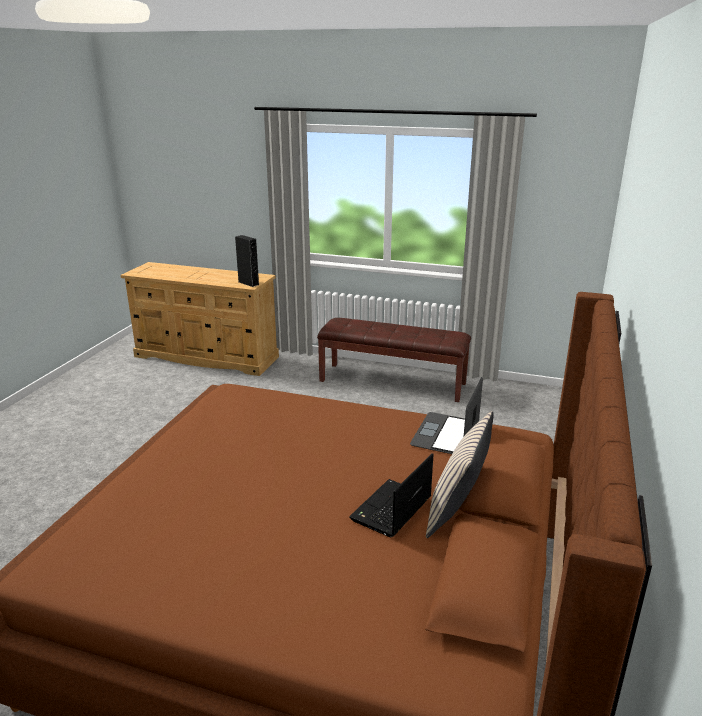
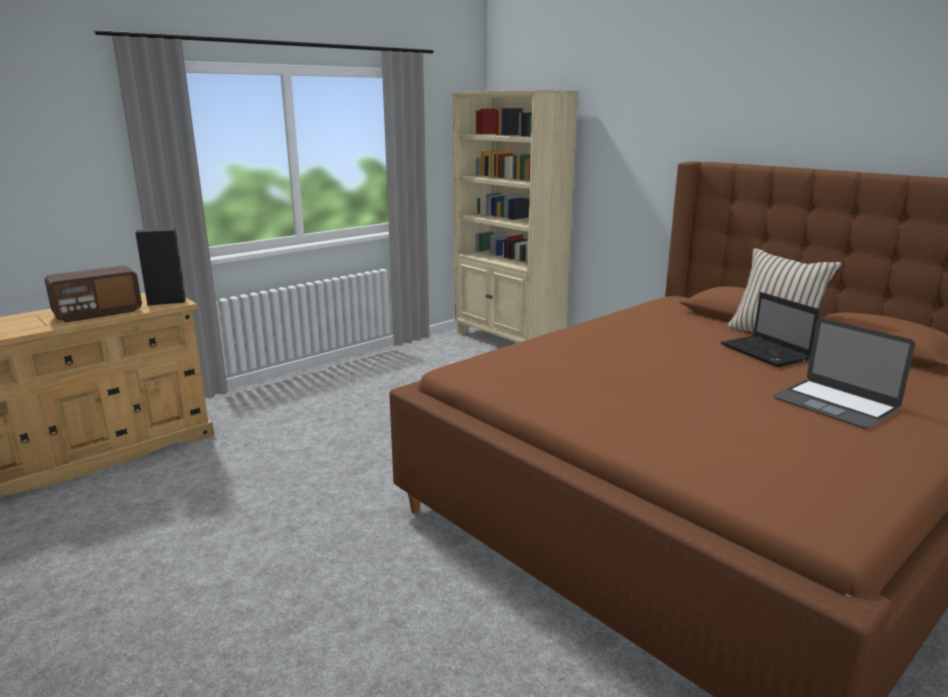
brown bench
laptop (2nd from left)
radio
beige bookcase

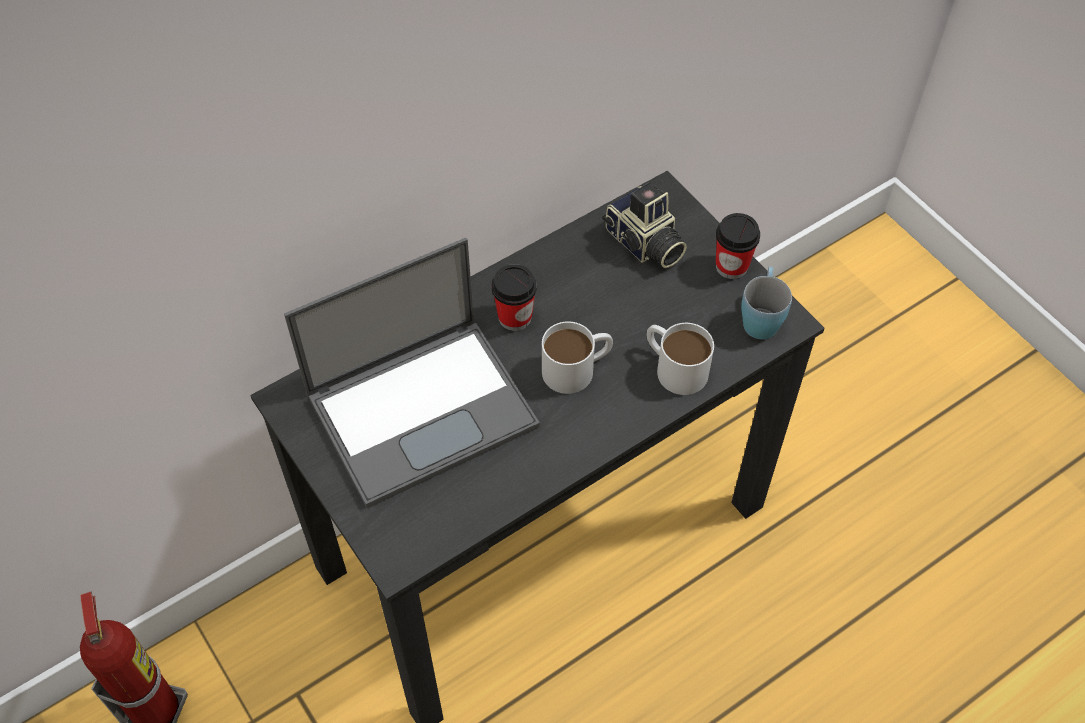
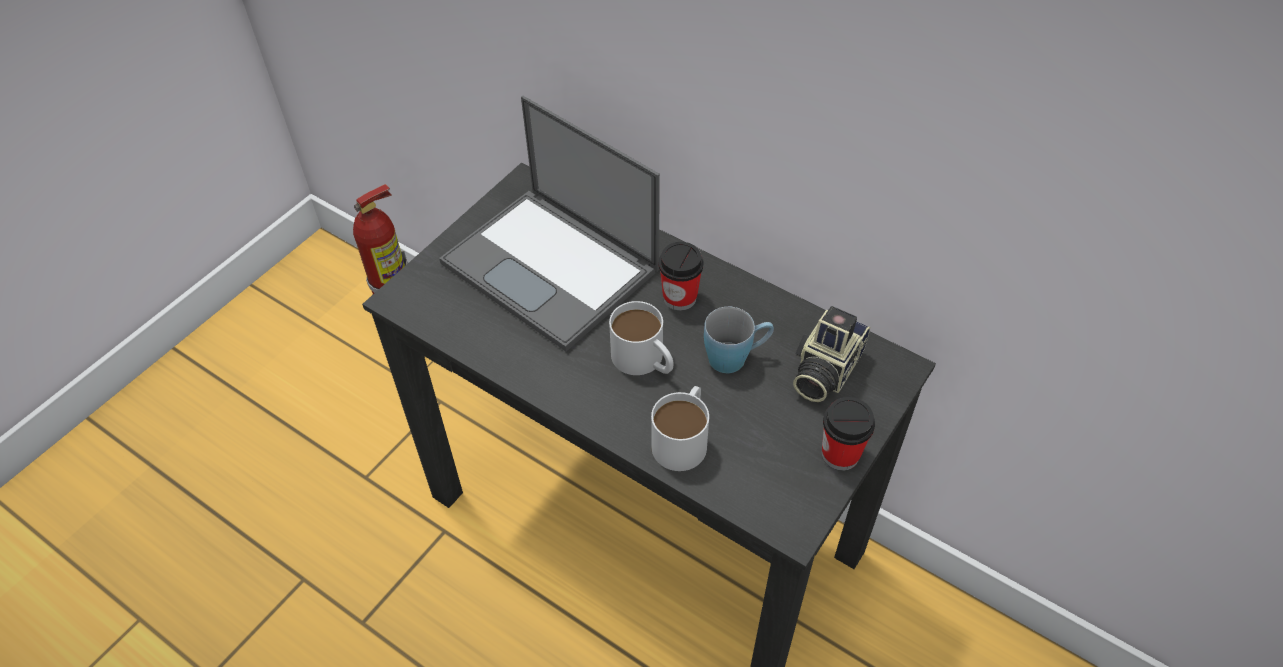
blue mug

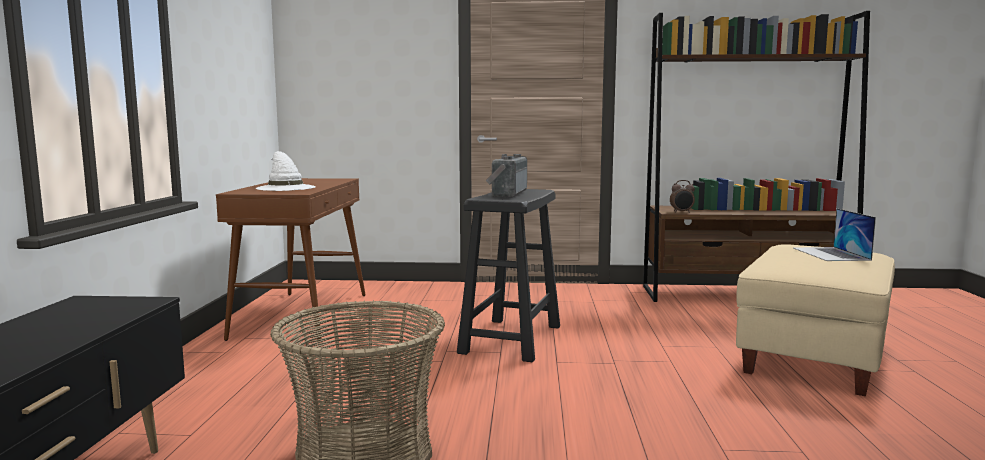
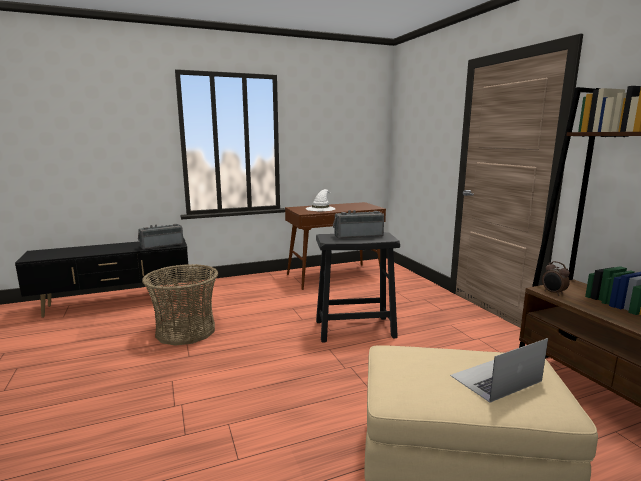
radio (1st from left)

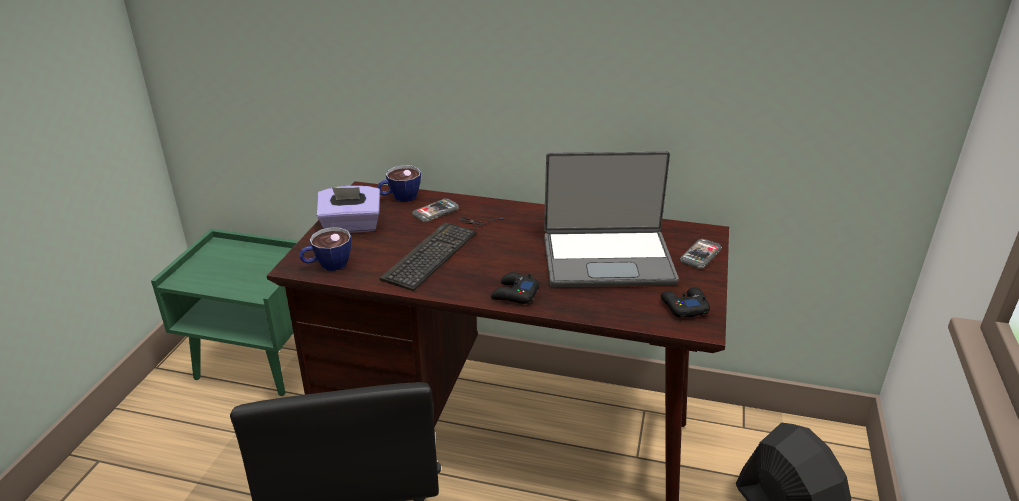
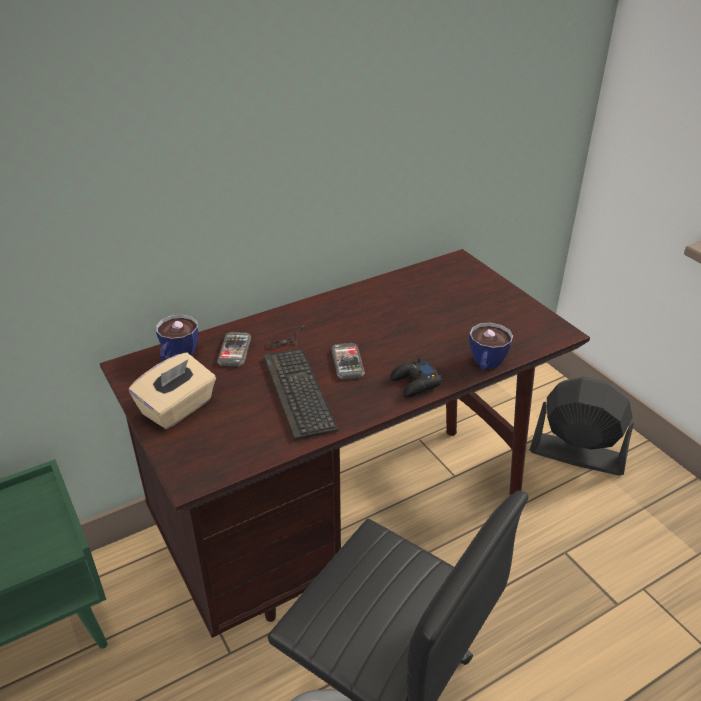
cup (2nd from left)
beige tissue box
laptop
black game controller (2nd from left in the first image)
phone (2nd from left)

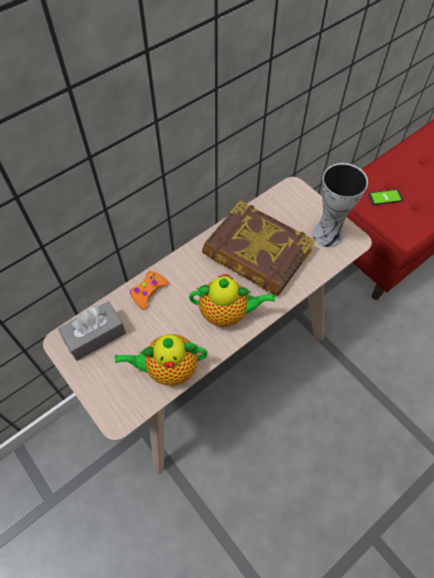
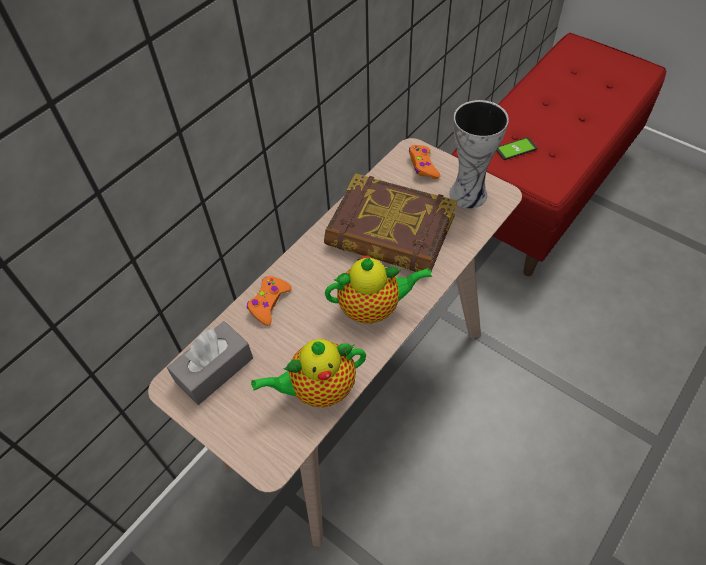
orange game controller (2nd from left)

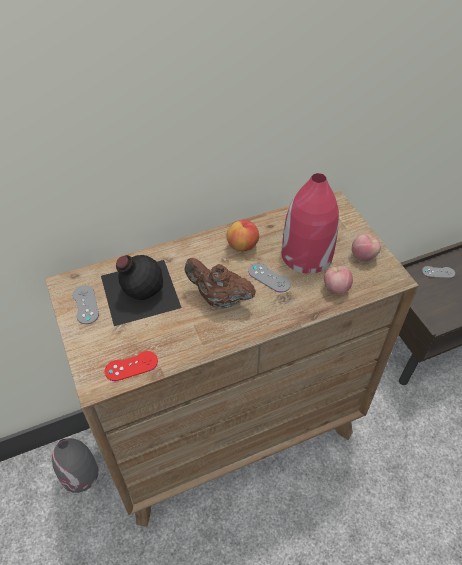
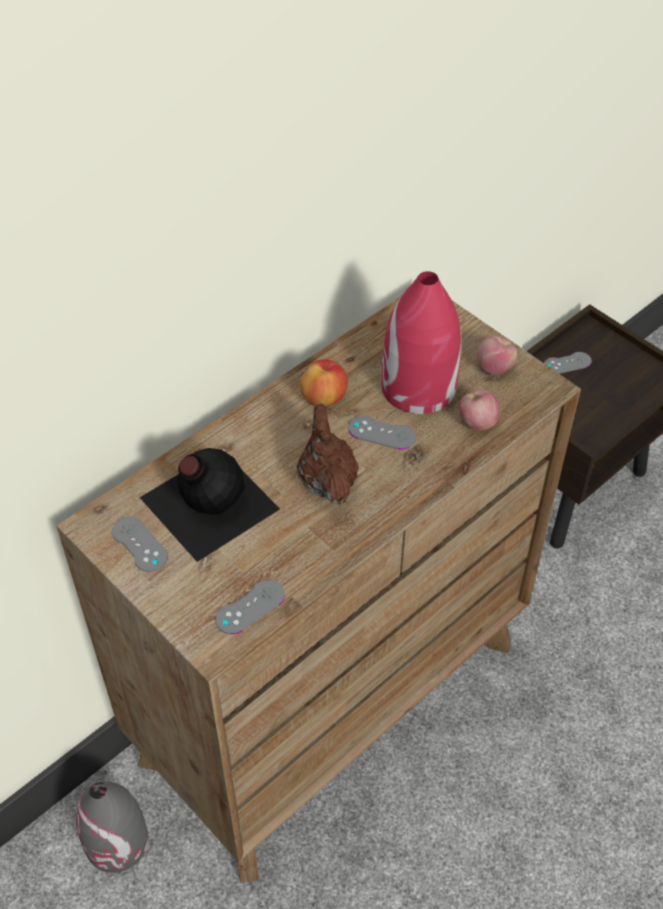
grey game controller (2nd from left)
brown teapot

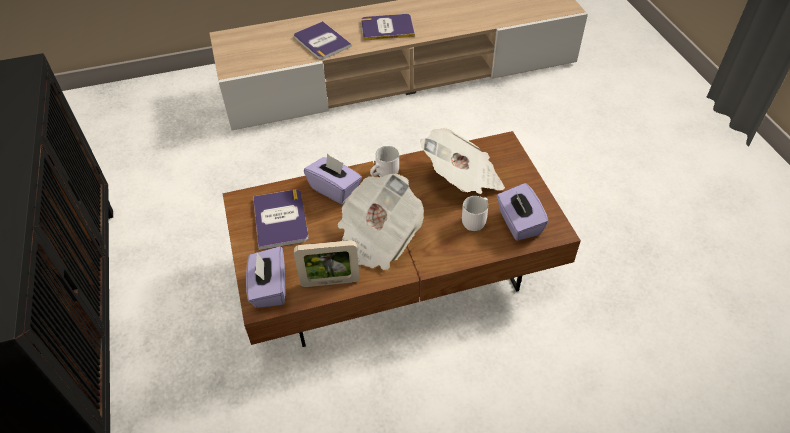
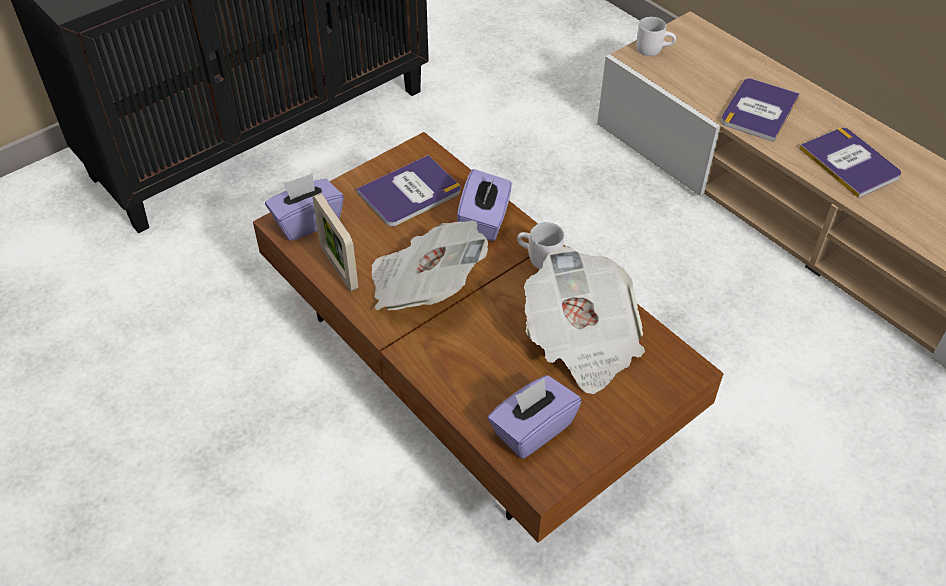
white mug (2nd from left)

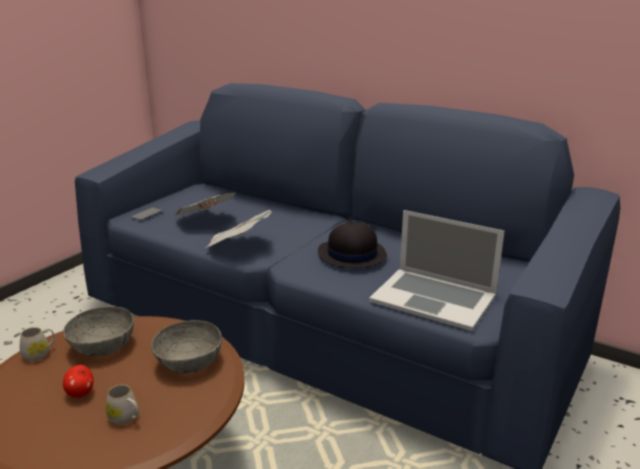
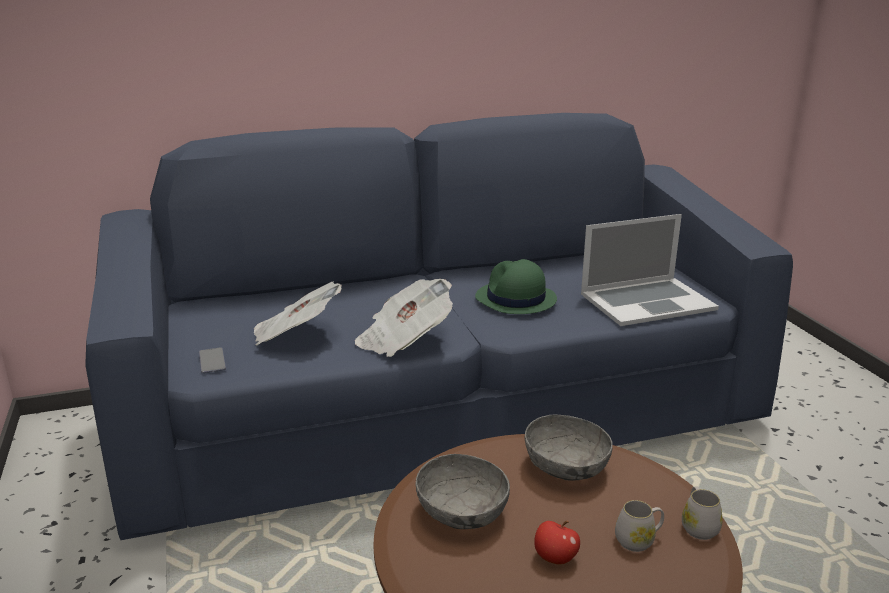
white mug (2nd from left)
green hat

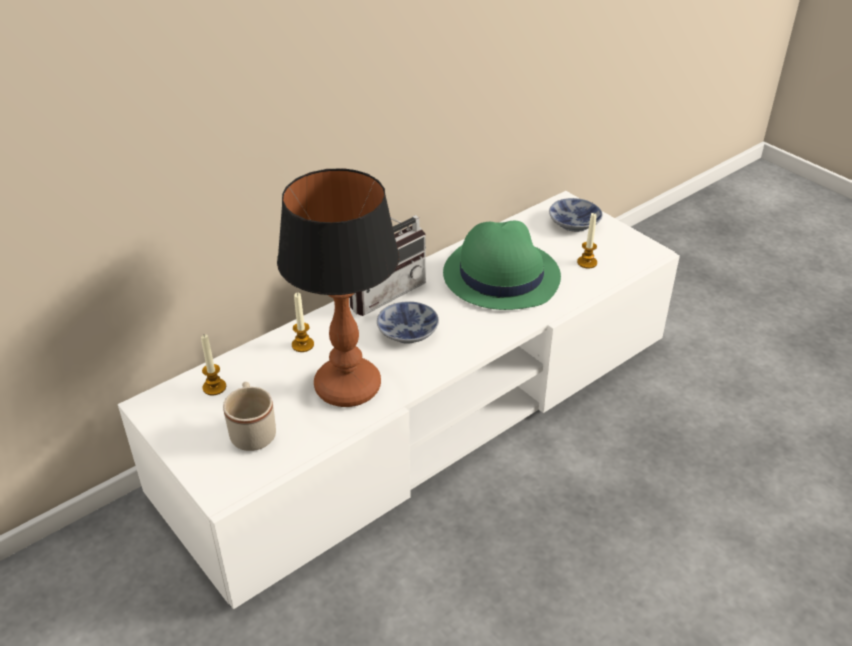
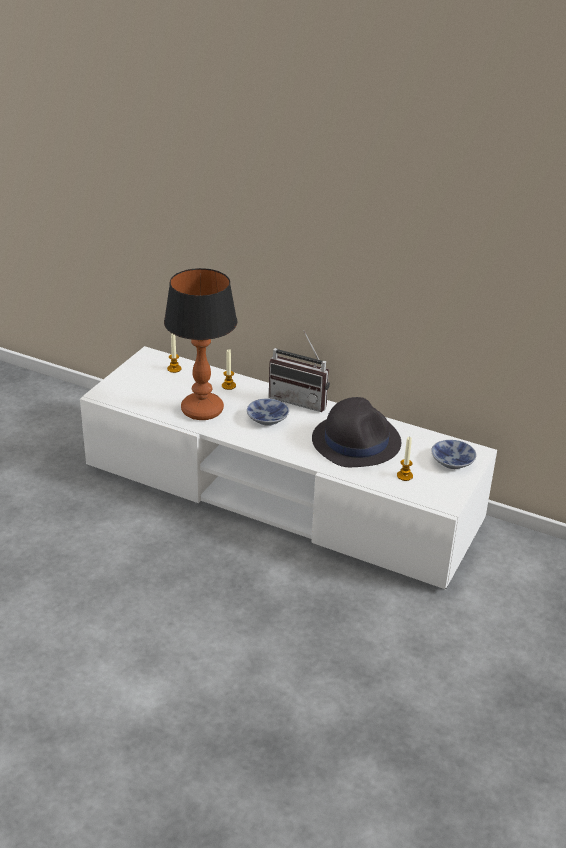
beige mug
black hat

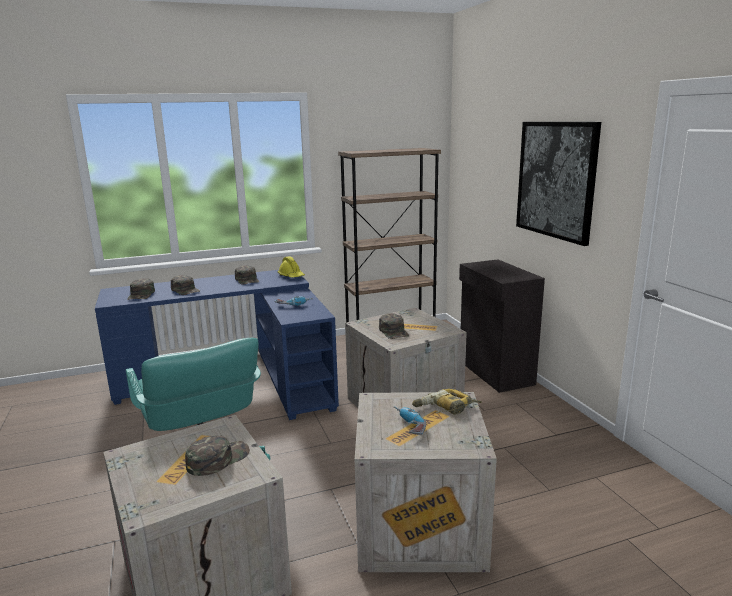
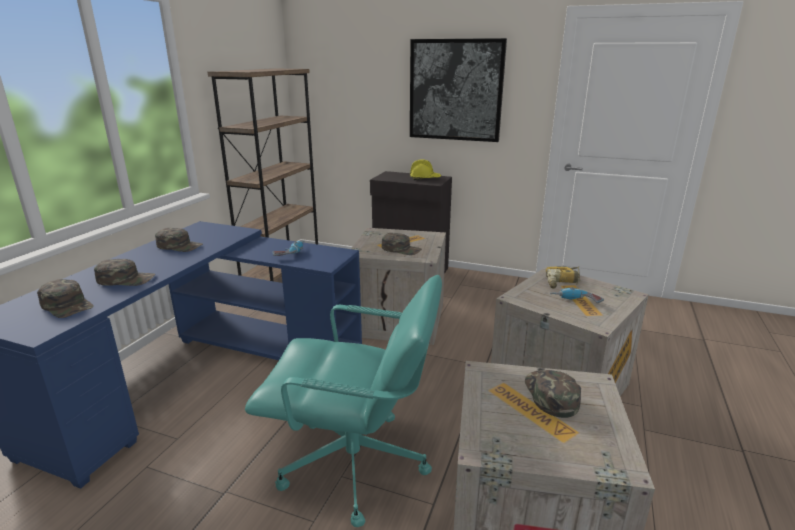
yellow hard hat

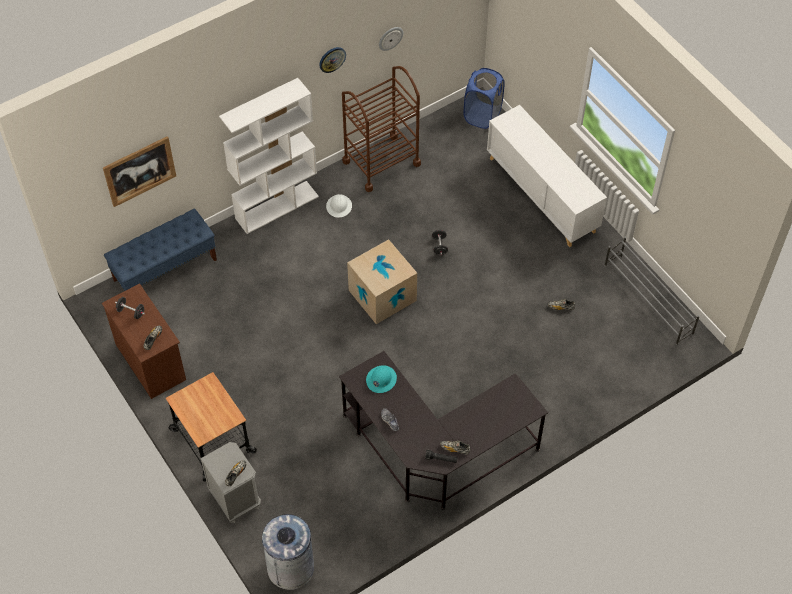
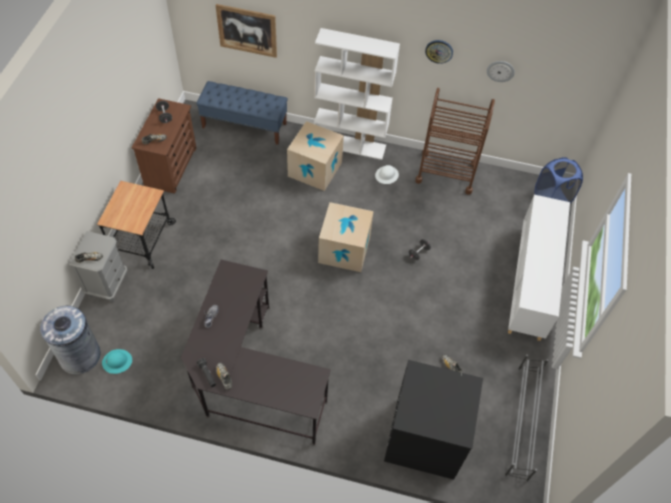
turquoise hard hat
cardboard box (1st from left)
black washing machine

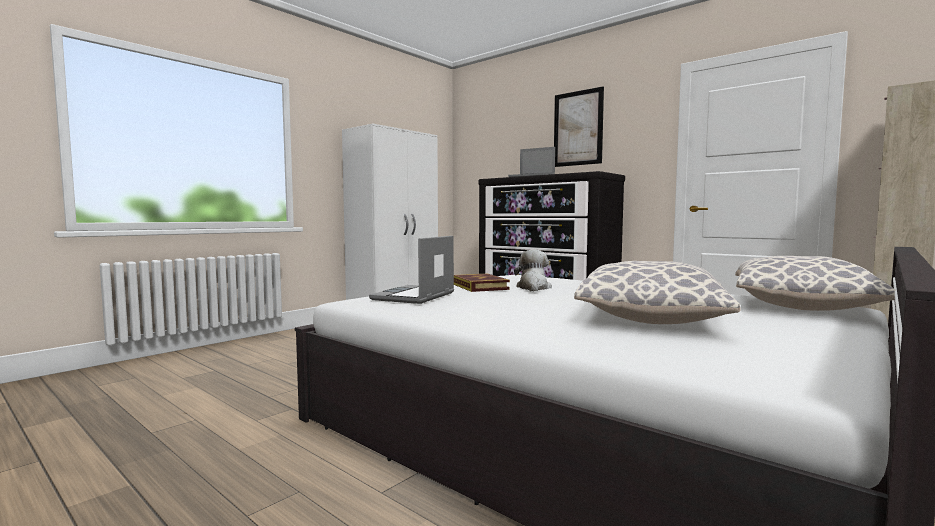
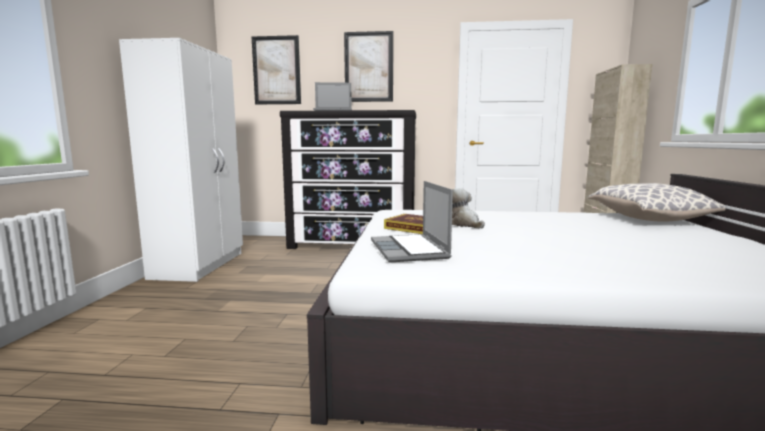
pillow (1st from left in the first image)
picture (1st from left)

